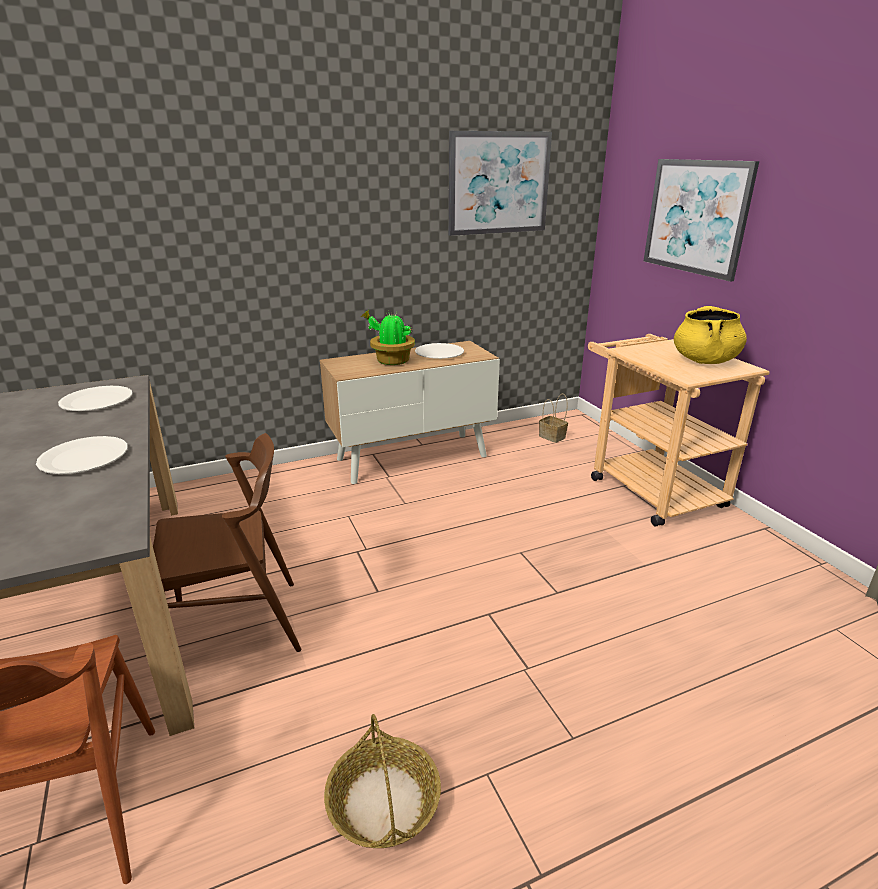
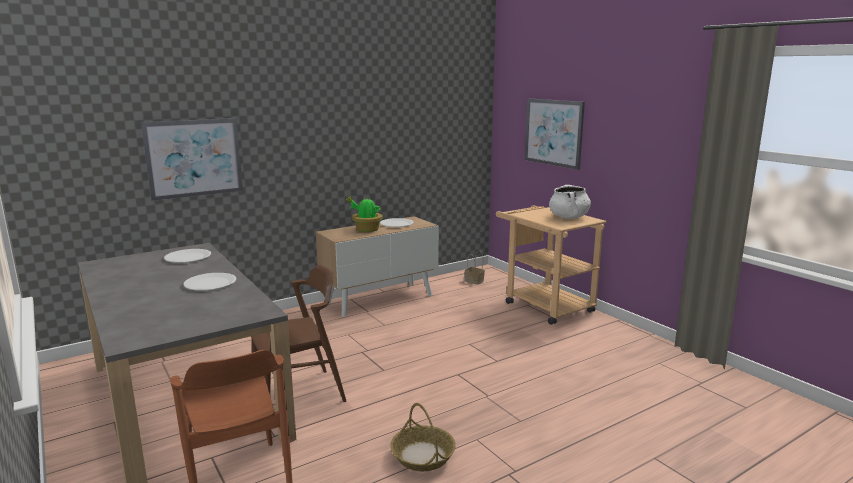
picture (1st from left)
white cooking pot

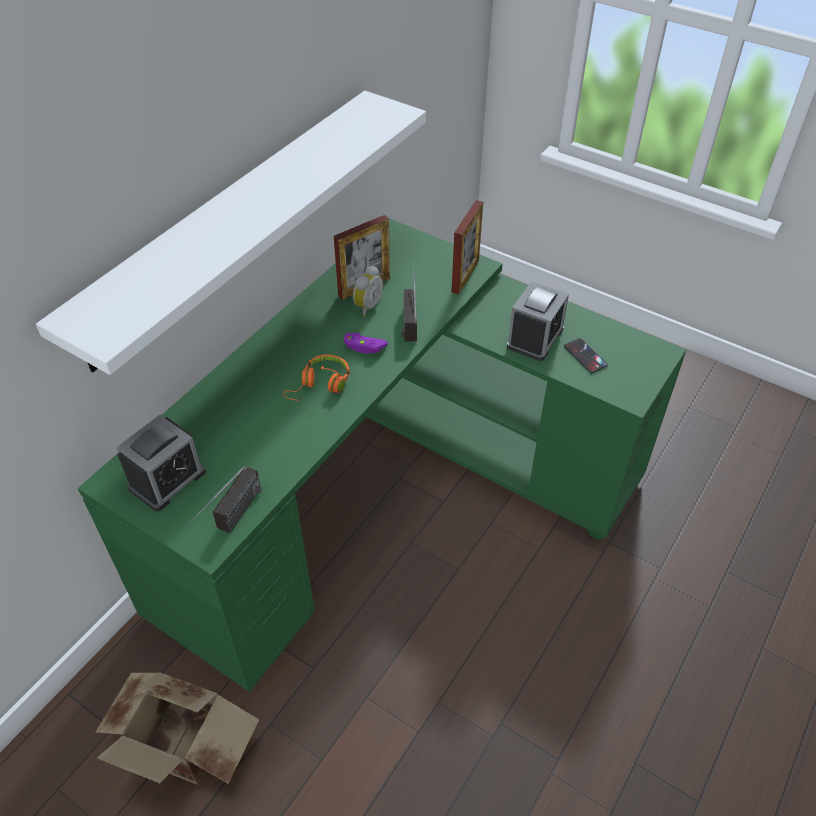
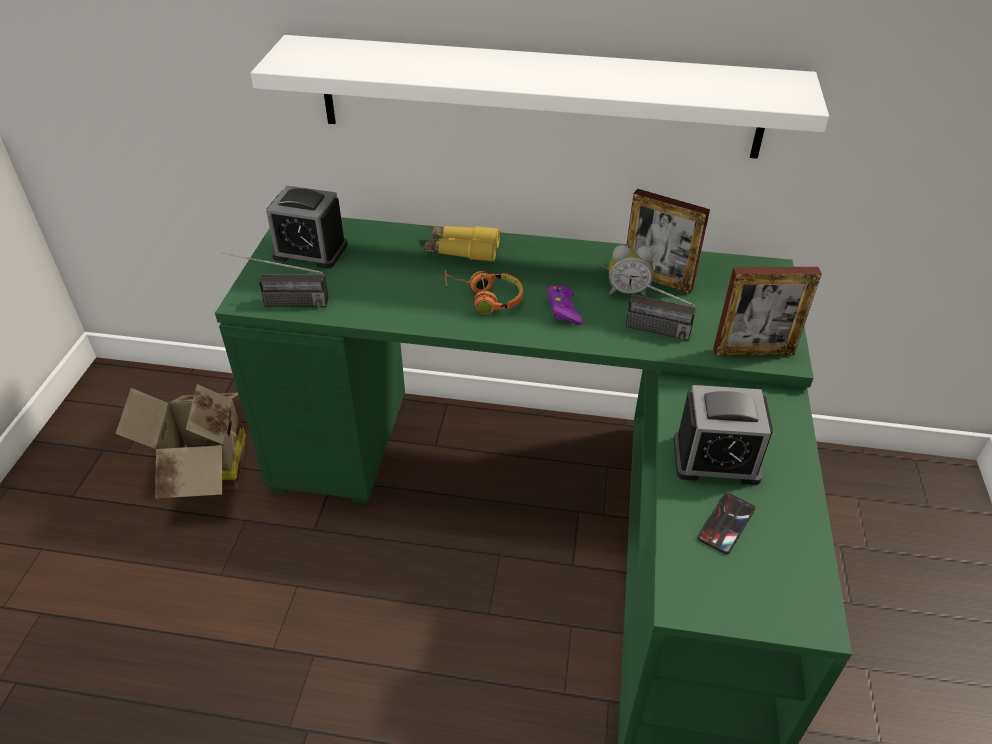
radio (2nd from left)
yellow binoculars

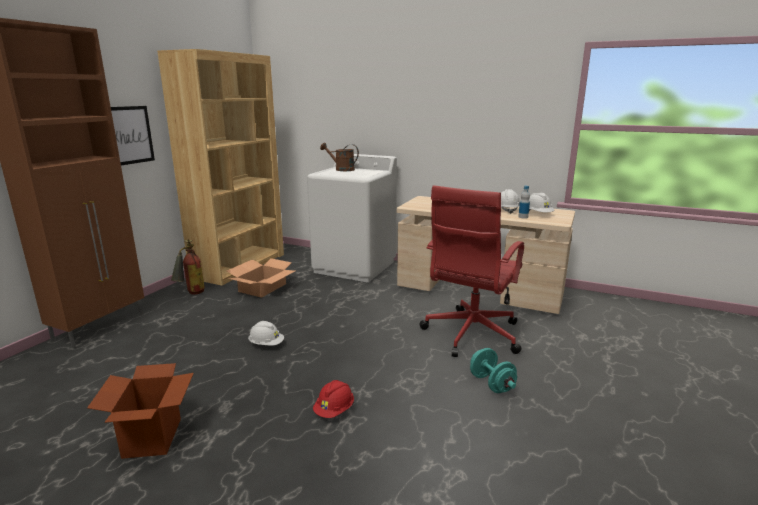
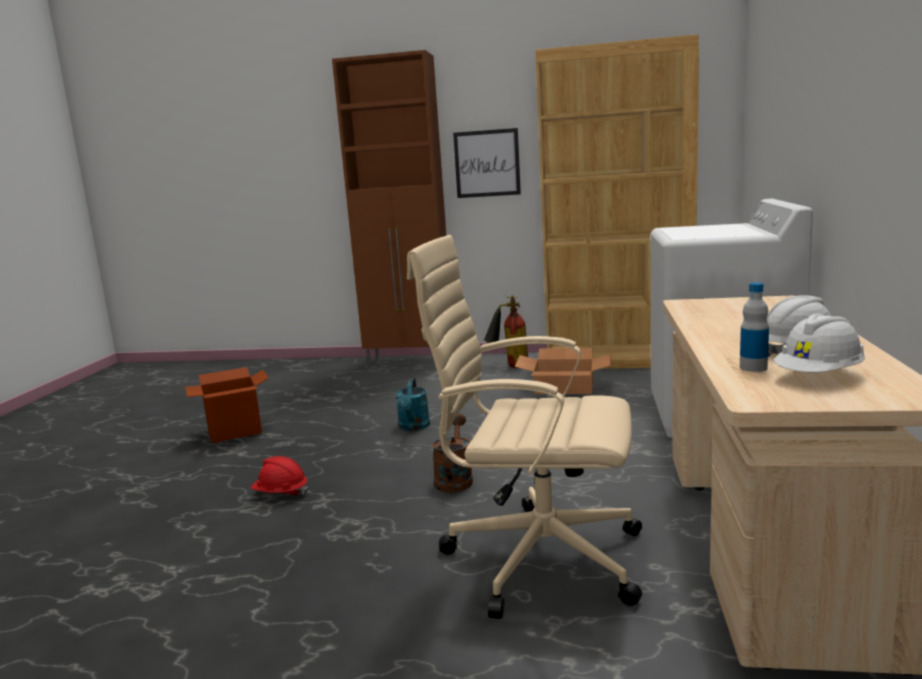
turquoise watering can
brown watering can
beige office chair
turquoise dumbbell

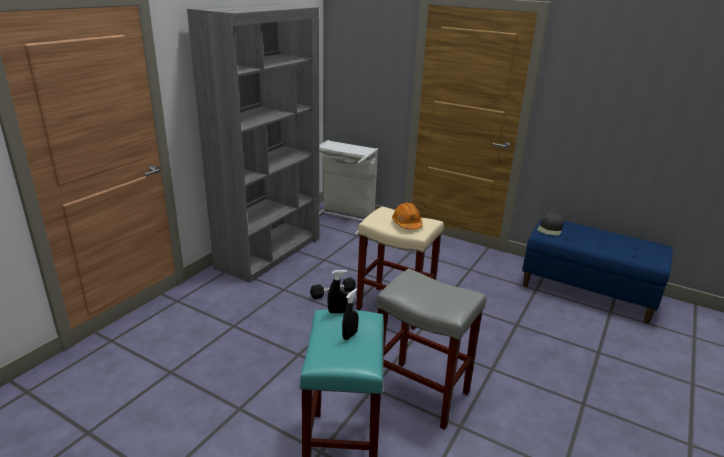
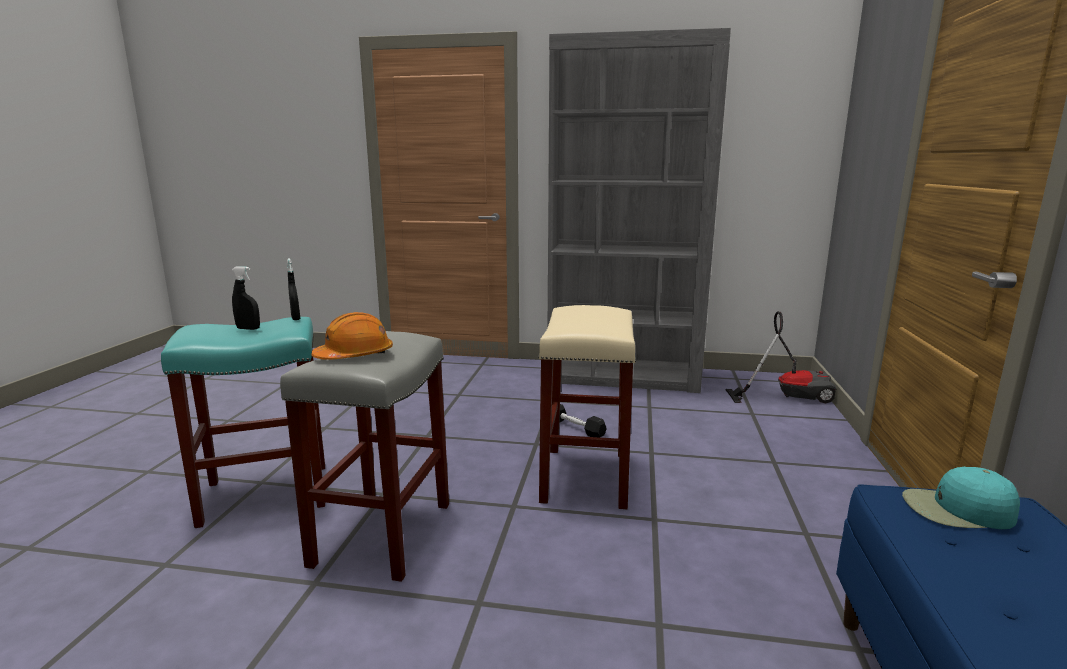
vacuum cleaner
orange hard hat
turquoise cap

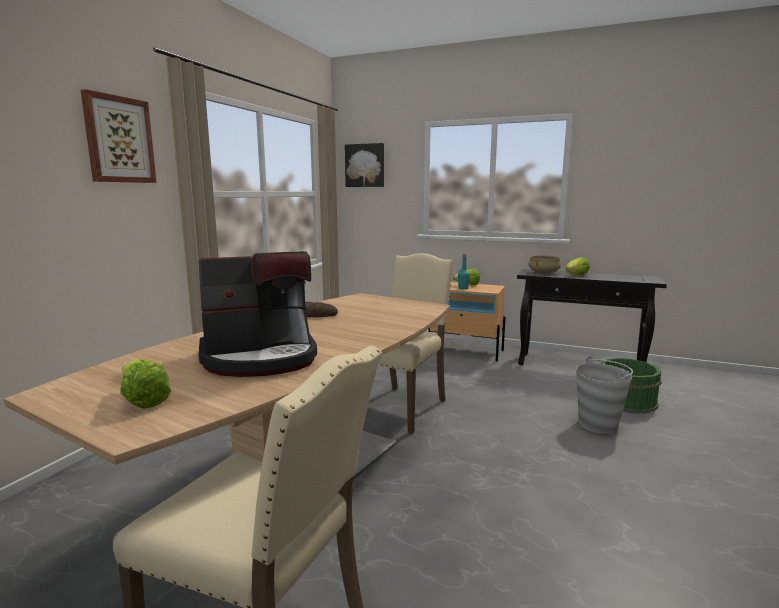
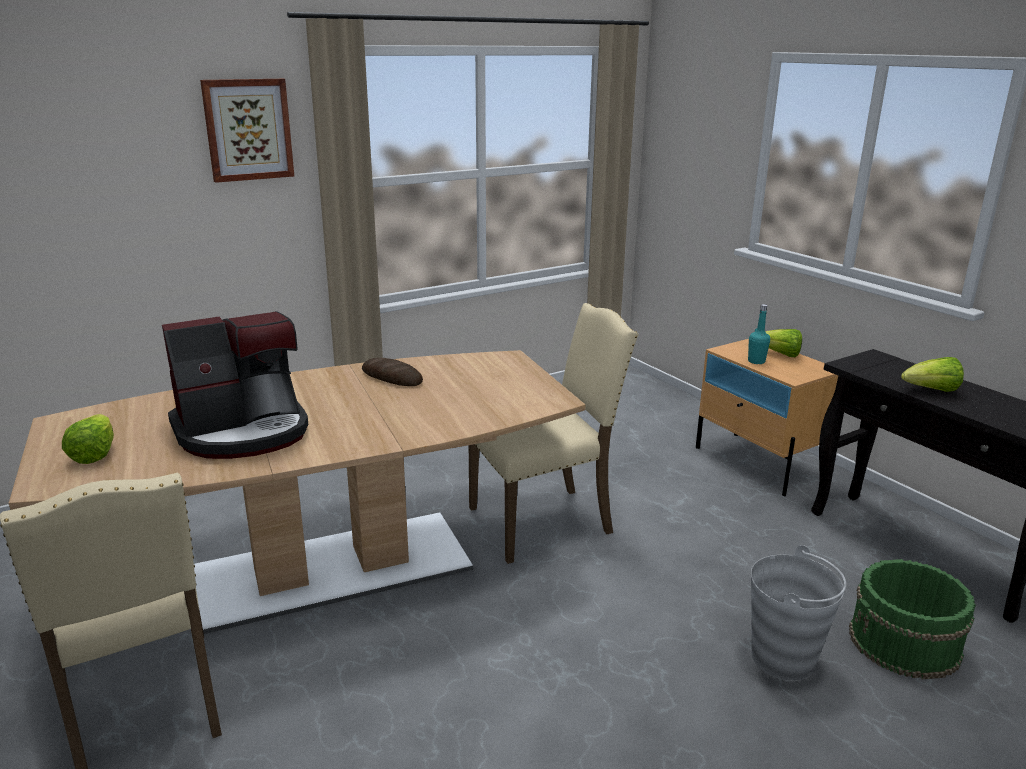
coffee machine
picture (2nd from left in the first image)
beige cooking pot

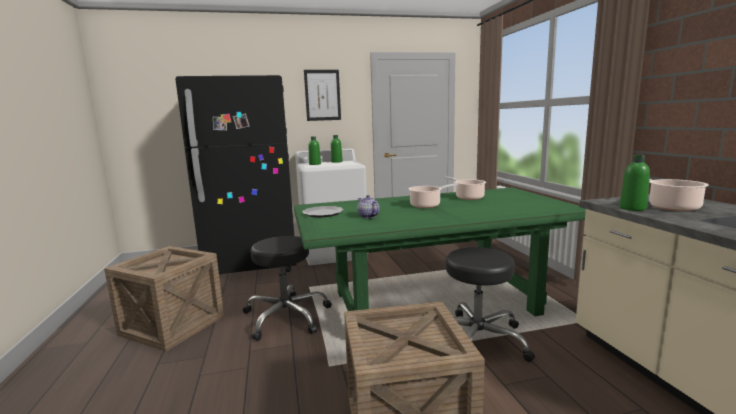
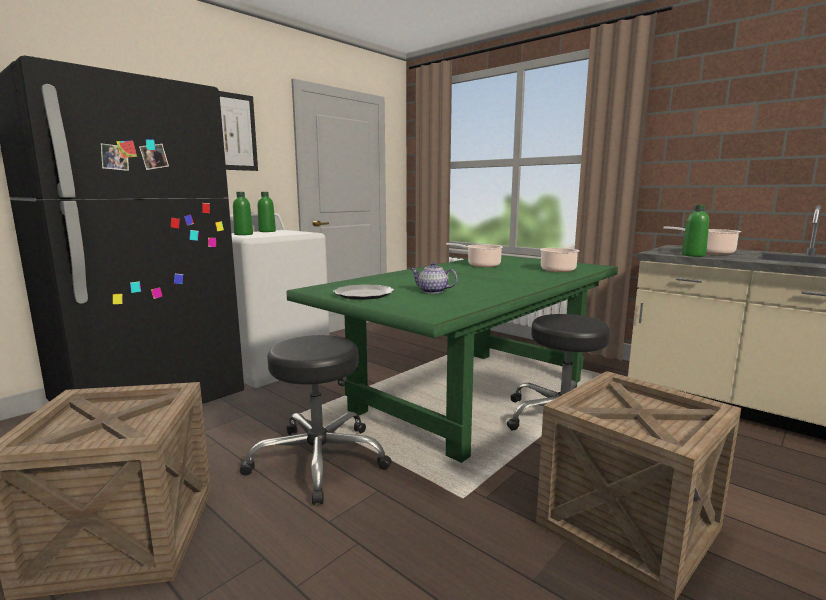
cooking pot (2nd from left)

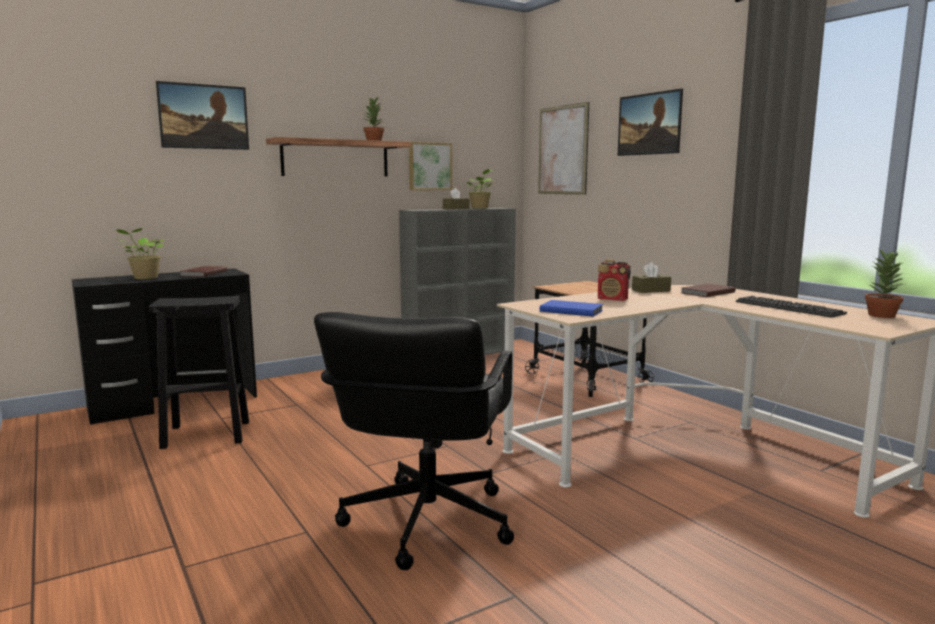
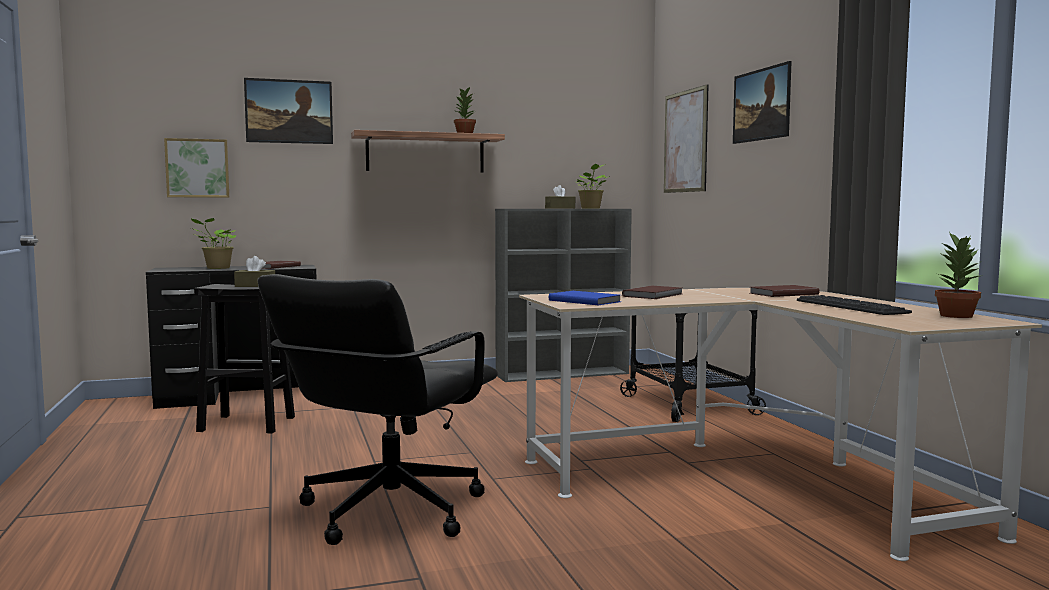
picture (1st from left)
brown book (2nd from left)
brown tissue box (1st from left)

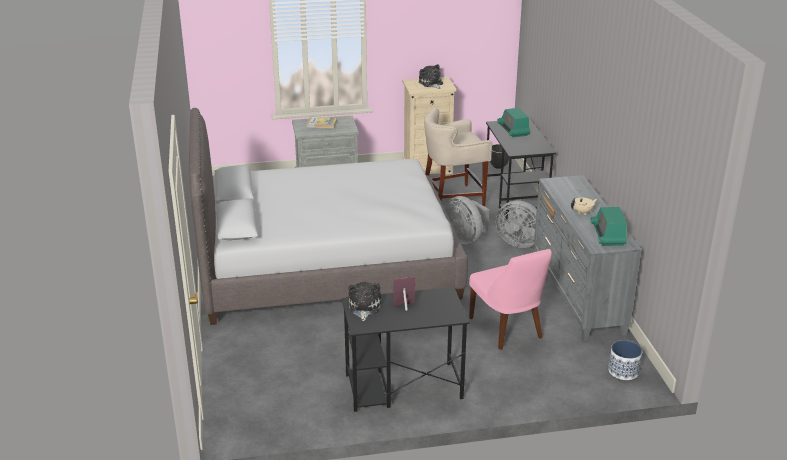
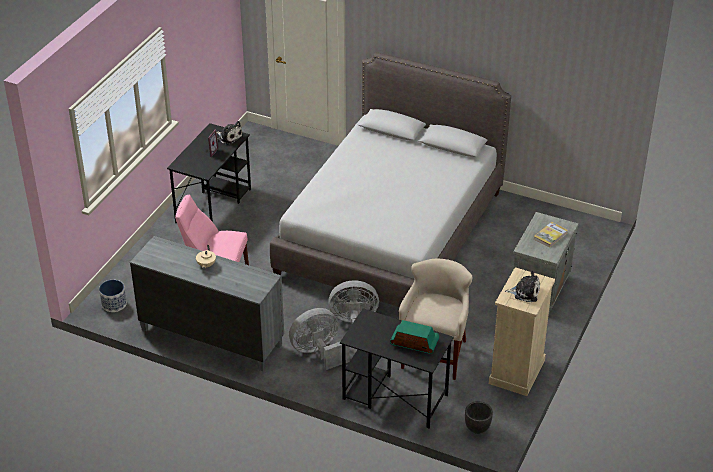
radio (2nd from left in the first image)

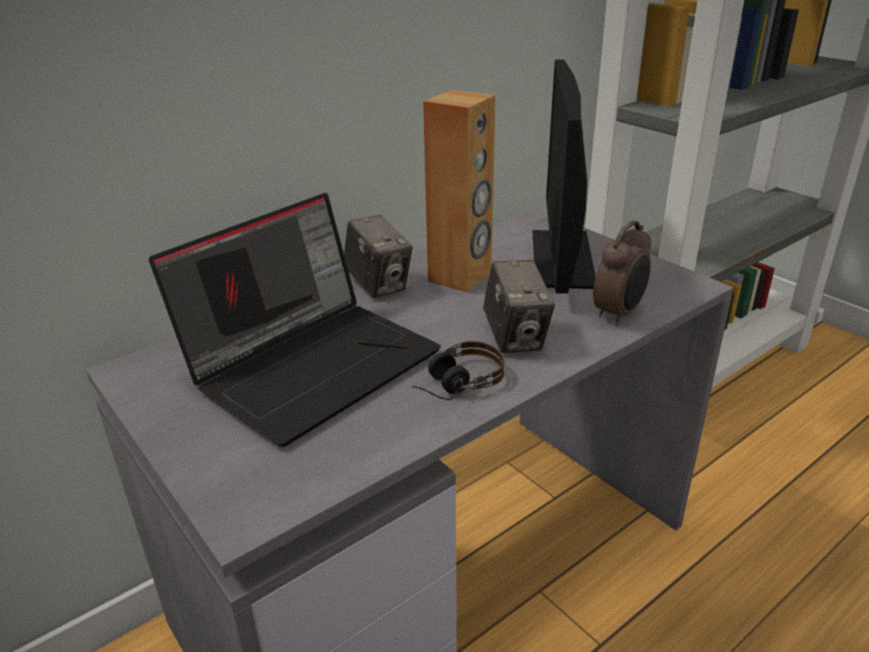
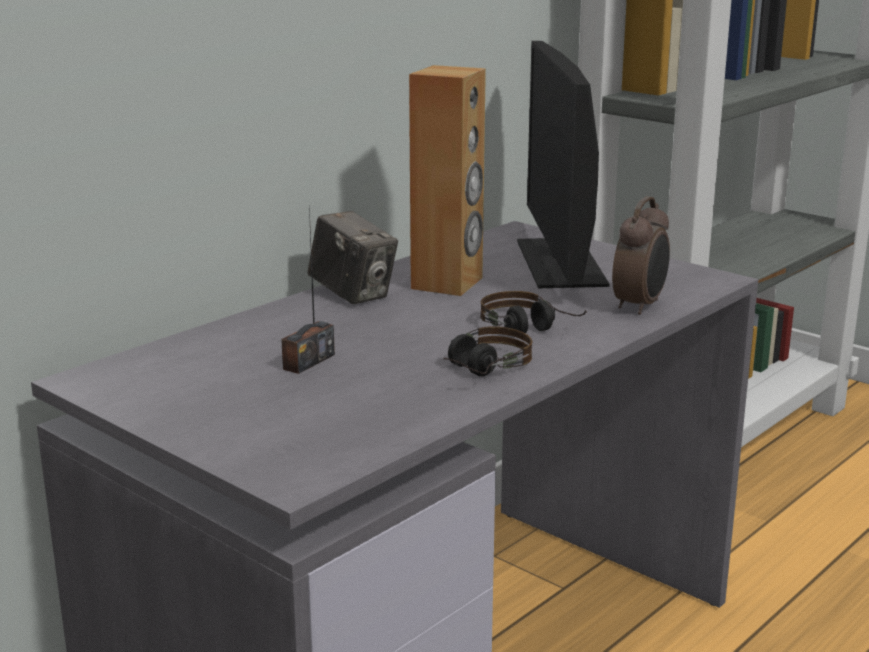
radio
headphones (2nd from left)

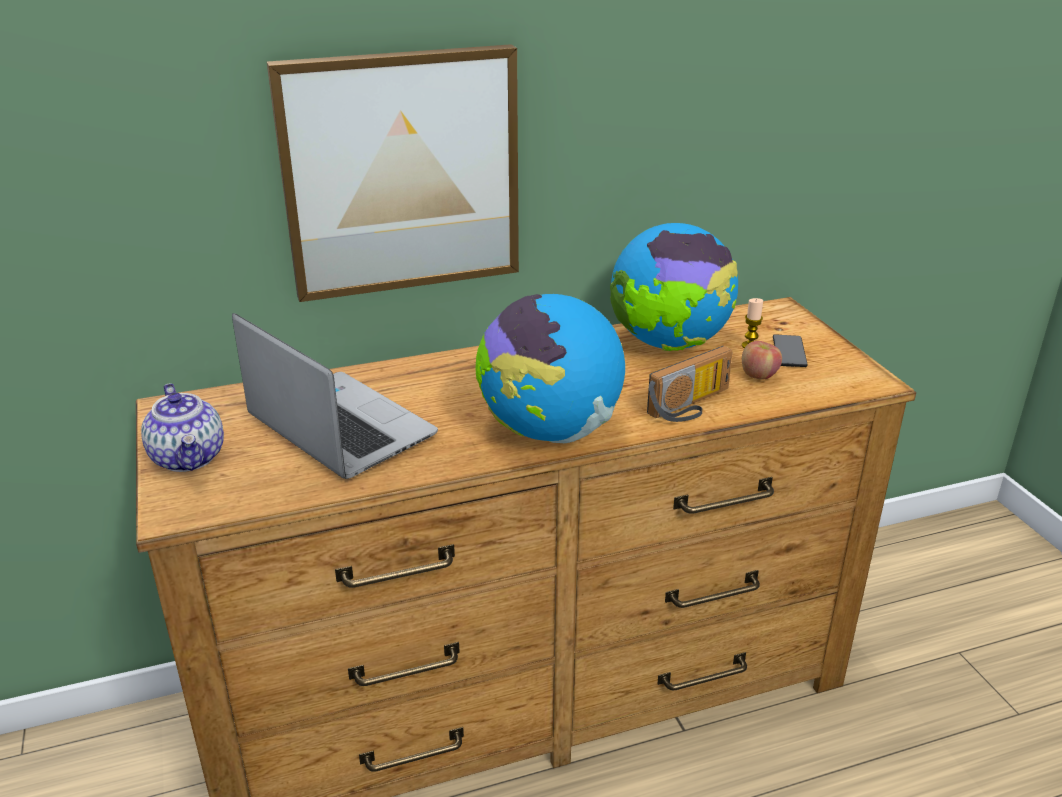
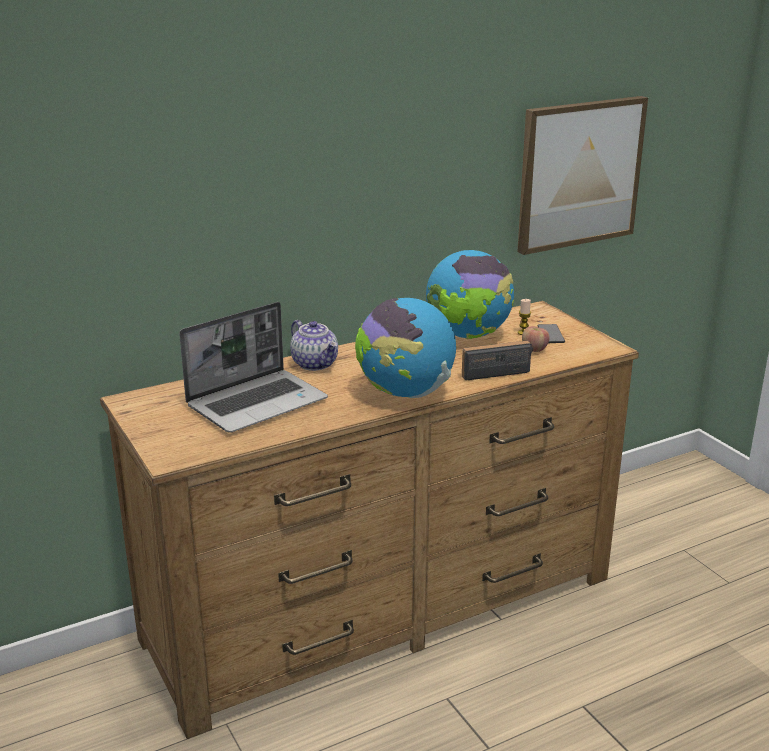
teapot
laptop
picture
radio

